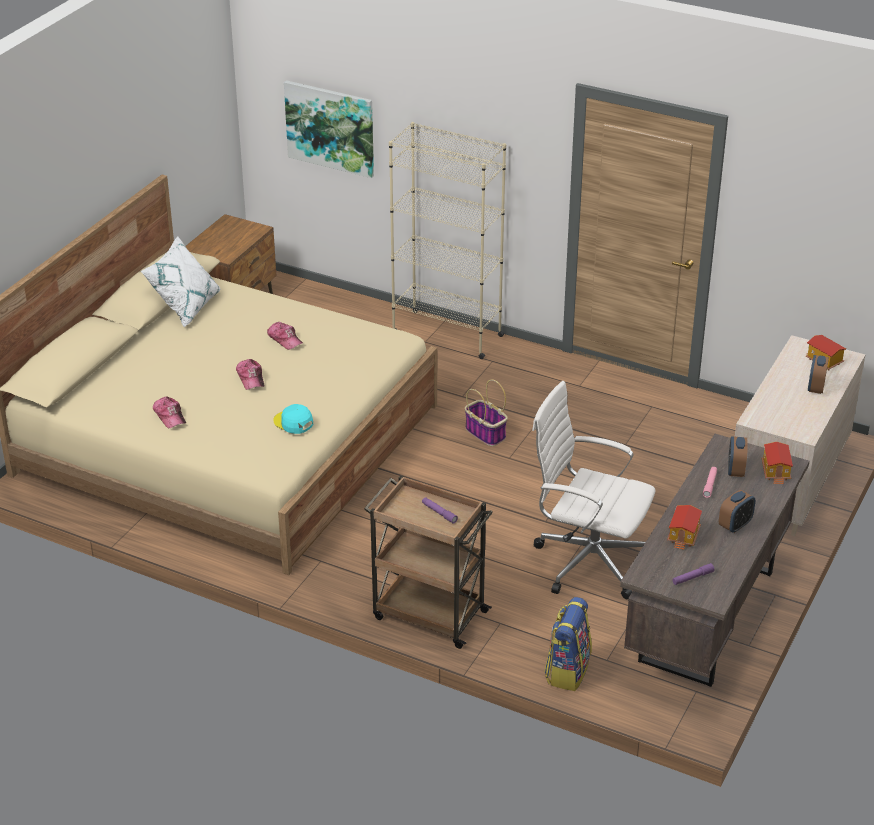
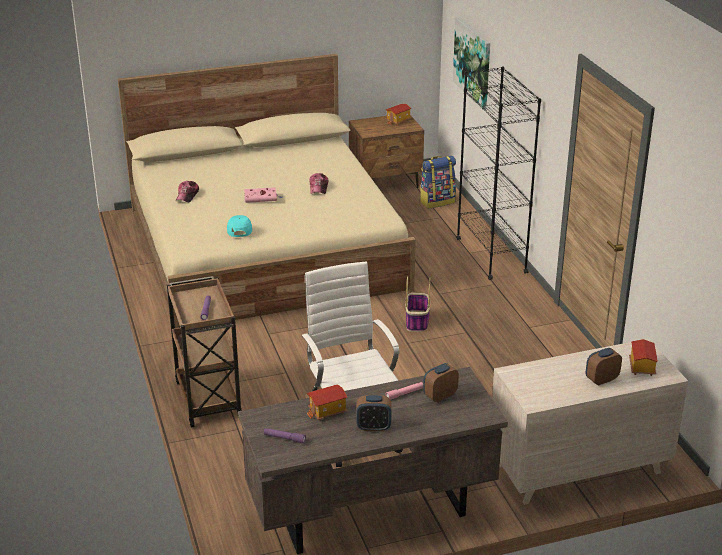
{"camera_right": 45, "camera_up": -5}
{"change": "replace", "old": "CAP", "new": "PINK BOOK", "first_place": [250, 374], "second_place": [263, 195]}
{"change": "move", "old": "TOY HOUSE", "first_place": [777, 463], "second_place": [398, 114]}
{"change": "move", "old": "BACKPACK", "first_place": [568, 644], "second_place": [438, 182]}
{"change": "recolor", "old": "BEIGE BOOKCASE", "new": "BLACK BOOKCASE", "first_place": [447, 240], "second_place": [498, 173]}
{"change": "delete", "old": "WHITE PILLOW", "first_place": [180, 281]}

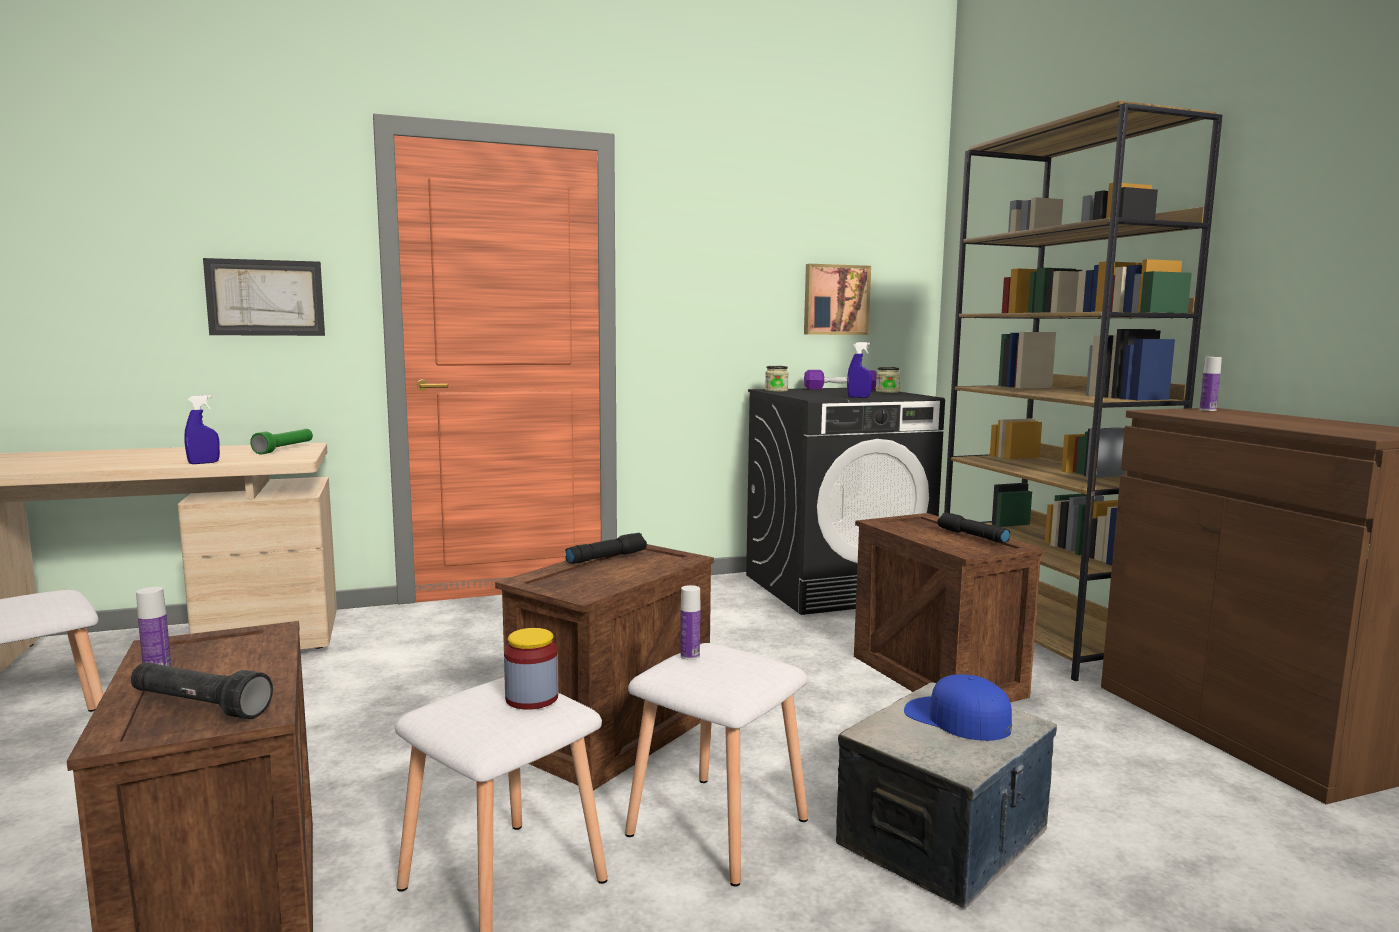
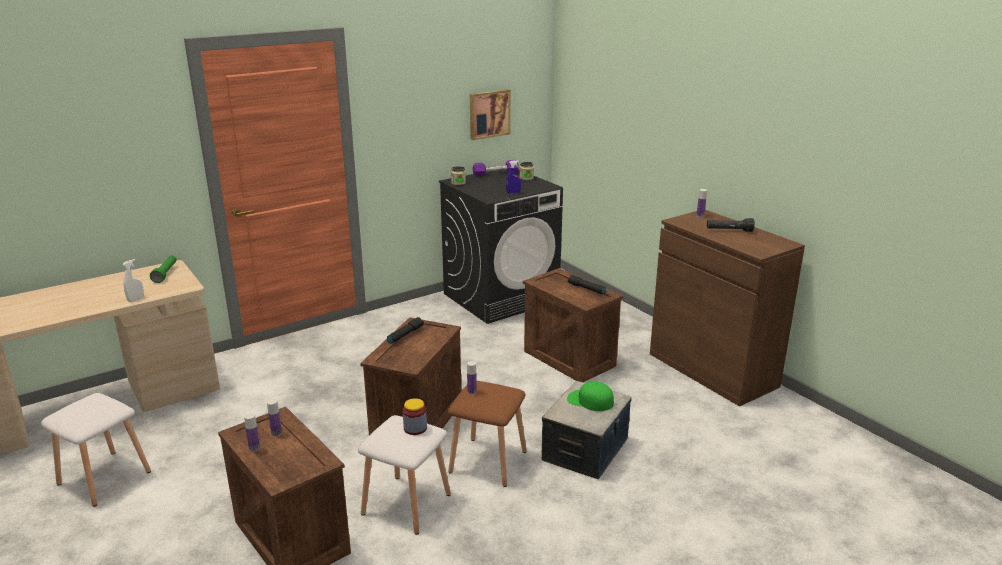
{"camera_right": -15, "camera_up": 15}
{"change": "recolor", "old": "BLUE SPRAY BOTTLE", "new": "WHITE SPRAY BOTTLE", "first_place": [202, 429], "second_place": [133, 280]}
{"change": "insert", "new": "BOTTLE", "second_place": [274, 418]}
{"change": "recolor", "old": "WHITE STOOL", "new": "BROWN STOOL", "first_place": [716, 765], "second_place": [487, 434]}
{"change": "recolor", "old": "BLUE CAP", "new": "GREEN CAP", "first_place": [958, 707], "second_place": [590, 396]}
{"change": "move", "old": "BLACK FLASHLIGHT", "first_place": [202, 691], "second_place": [731, 225]}
{"change": "delete", "old": "PICTURE", "first_place": [264, 297]}
{"change": "delete", "old": "BROWN BOOKCASE", "first_place": [1083, 390]}

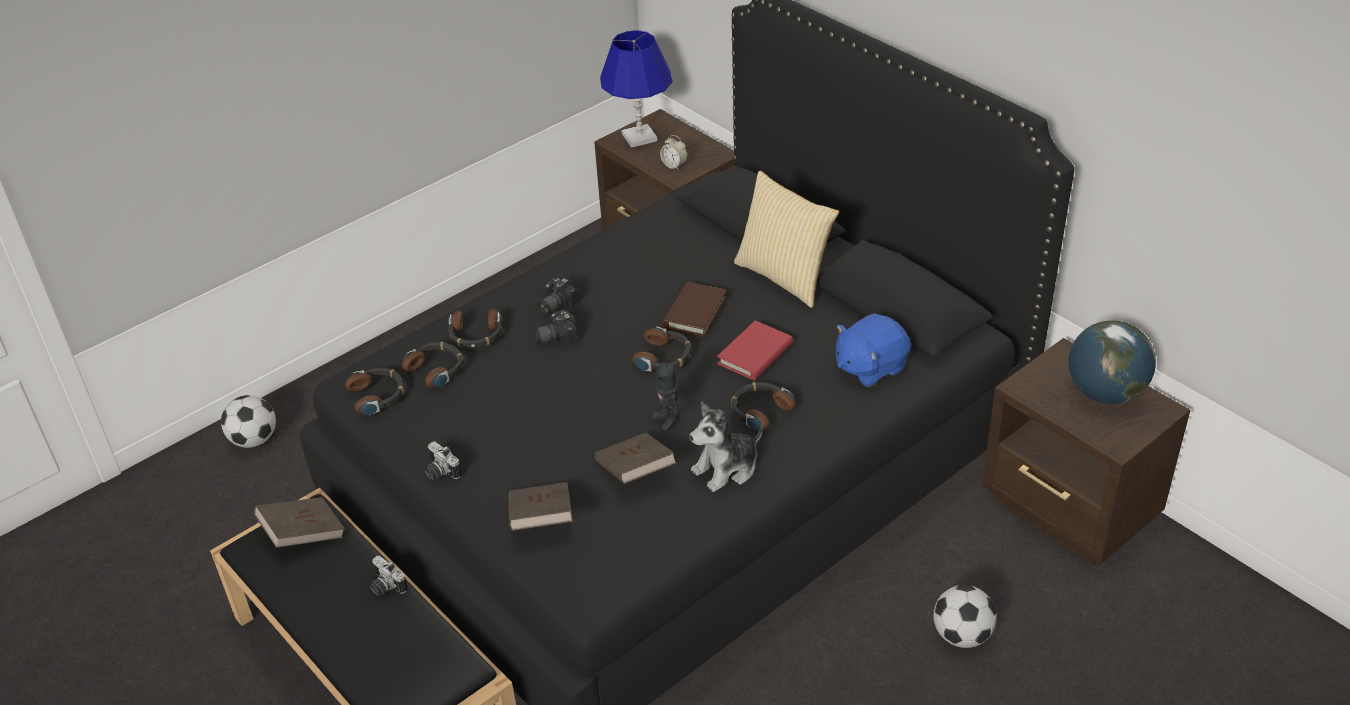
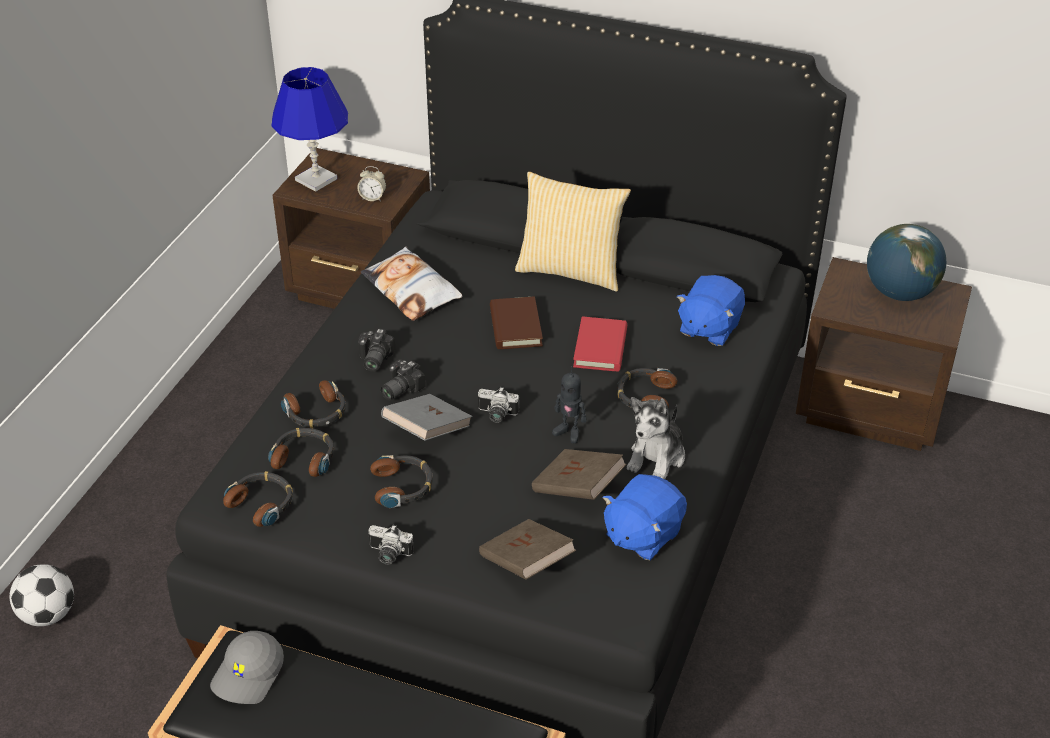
{"camera_right": -30, "camera_up": 0}
{"change": "replace", "old": "BROWN BOOK", "new": "GREY CAP", "first_place": [299, 522], "second_place": [247, 667]}
{"change": "insert", "new": "PILLOW", "second_place": [411, 283]}
{"change": "move", "old": "HEADPHONES", "first_place": [661, 349], "second_place": [401, 481]}
{"change": "insert", "new": "GREY BOOK", "second_place": [426, 417]}
{"change": "move", "old": "PHOTO CAMERA", "first_place": [389, 576], "second_place": [498, 405]}
{"change": "insert", "new": "BLUE PLUSH TOY", "second_place": [645, 517]}
{"change": "delete", "old": "FOOTBALL", "first_place": [965, 616]}

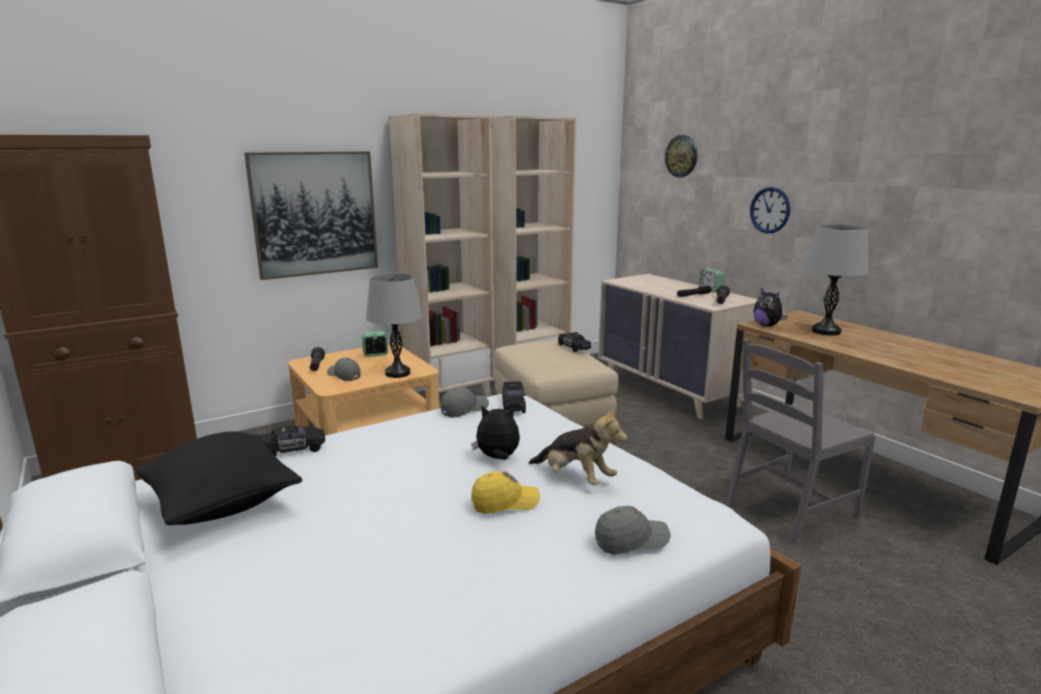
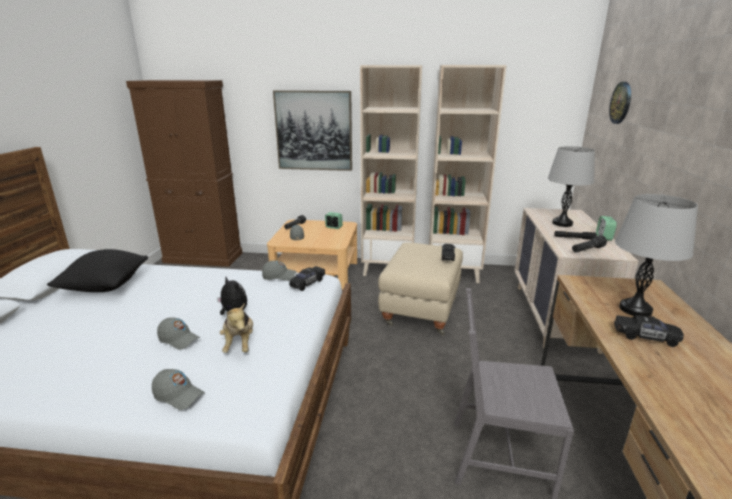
{"camera_right": 40, "camera_up": 5}
{"change": "recolor", "old": "YELLOW CAP", "new": "GREY CAP", "first_place": [505, 492], "second_place": [178, 333]}
{"change": "move", "old": "GREY TABLE LAMP", "first_place": [394, 325], "second_place": [571, 186]}
{"change": "move", "old": "BLACK TOY CAR", "first_place": [292, 441], "second_place": [649, 331]}
{"change": "delete", "old": "WALL CLOCK", "first_place": [770, 210]}
{"change": "delete", "old": "PLUSH TOY", "first_place": [770, 307]}

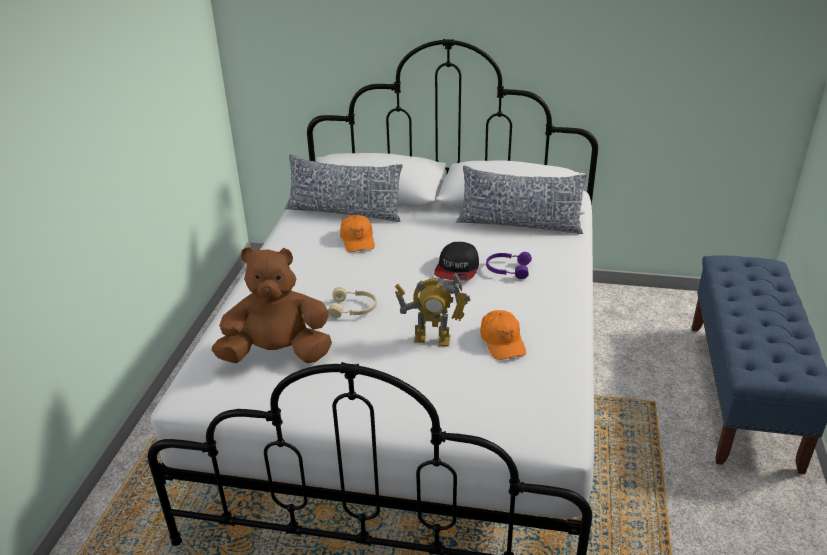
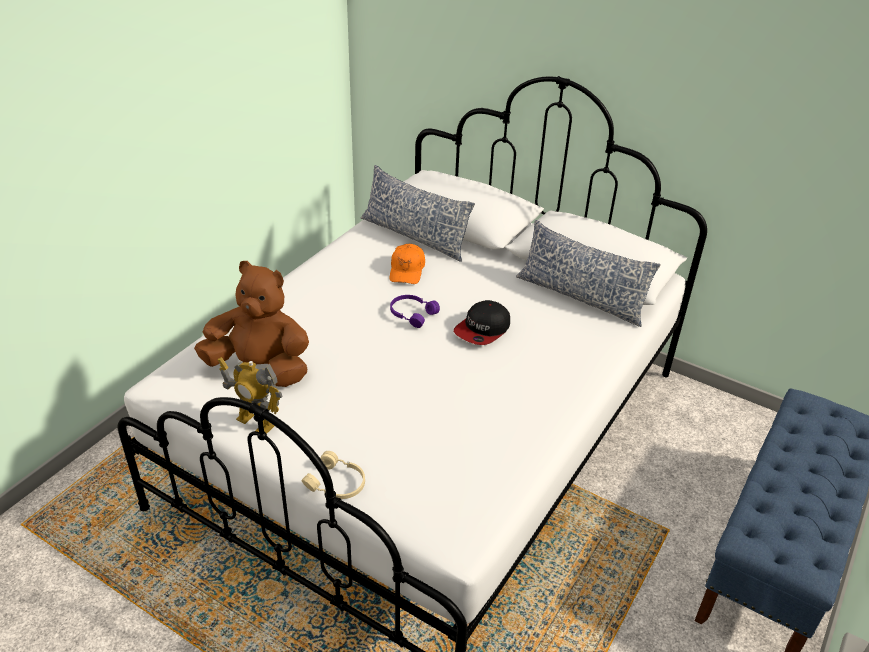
{"camera_right": 20, "camera_up": 5}
{"change": "move", "old": "TOY ROBOT", "first_place": [432, 310], "second_place": [250, 395]}
{"change": "move", "old": "BEIGE HEADPHONES", "first_place": [352, 302], "second_place": [333, 475]}
{"change": "move", "old": "PURPLE HEADPHONES", "first_place": [509, 265], "second_place": [415, 311]}
{"change": "delete", "old": "ORANGE CAP", "first_place": [503, 335]}

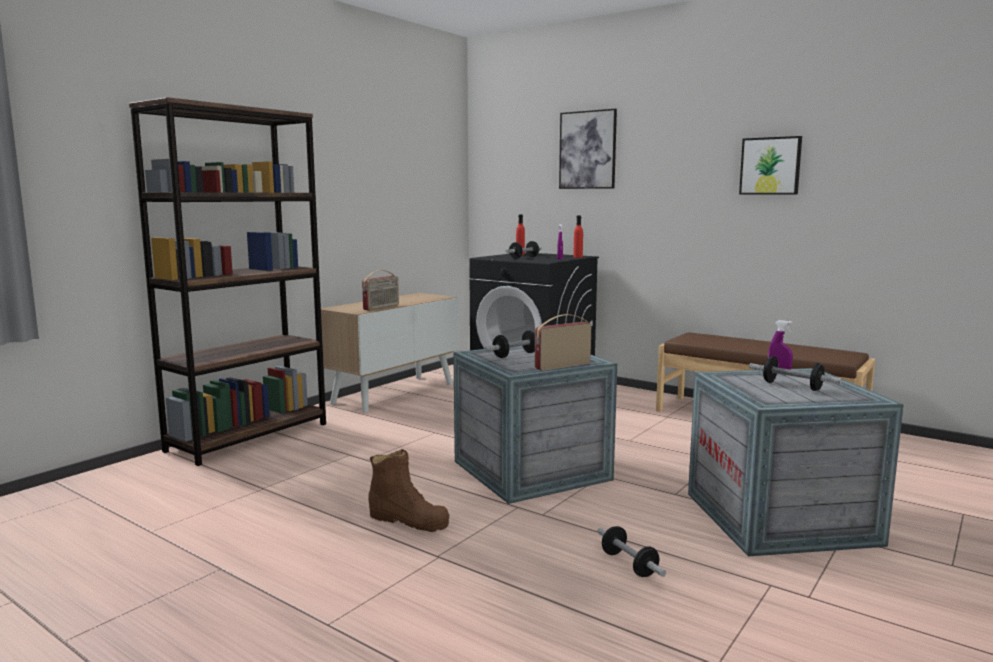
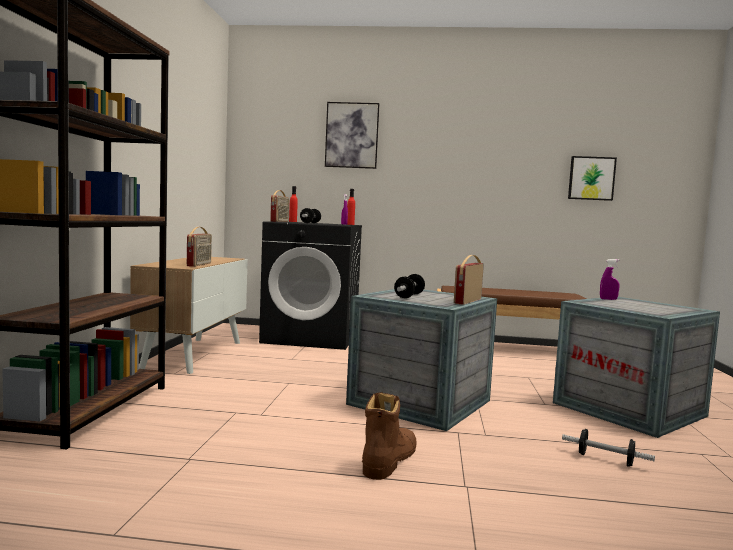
{"camera_right": -30, "camera_up": -5}
{"change": "insert", "new": "RADIO", "second_place": [279, 206]}
{"change": "rotate", "old": "BROWN BOOT", "first_place": [408, 490], "second_place": [389, 436], "degrees": -60}
{"change": "move", "old": "PICTURE", "first_place": [770, 165], "second_place": [592, 178]}
{"change": "delete", "old": "DUMBBELL", "first_place": [795, 373]}

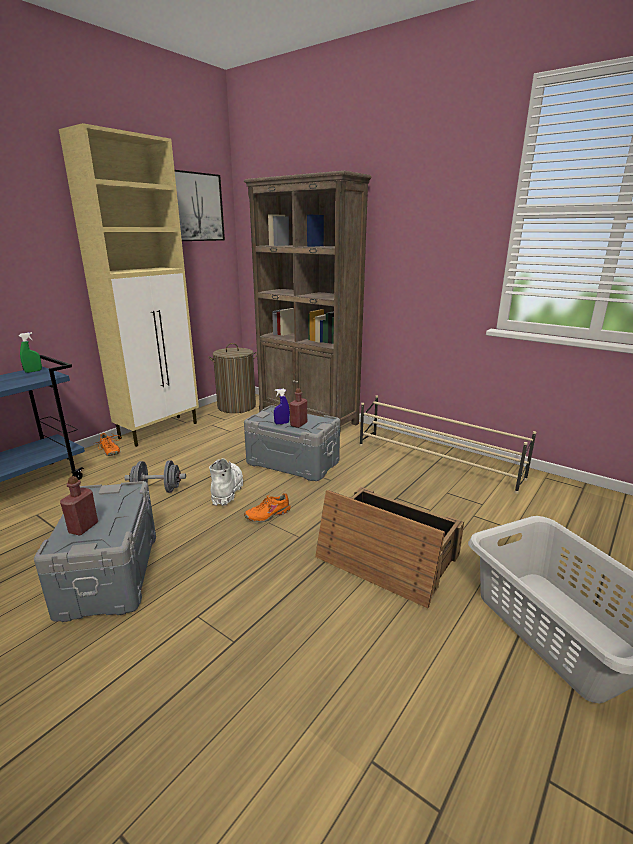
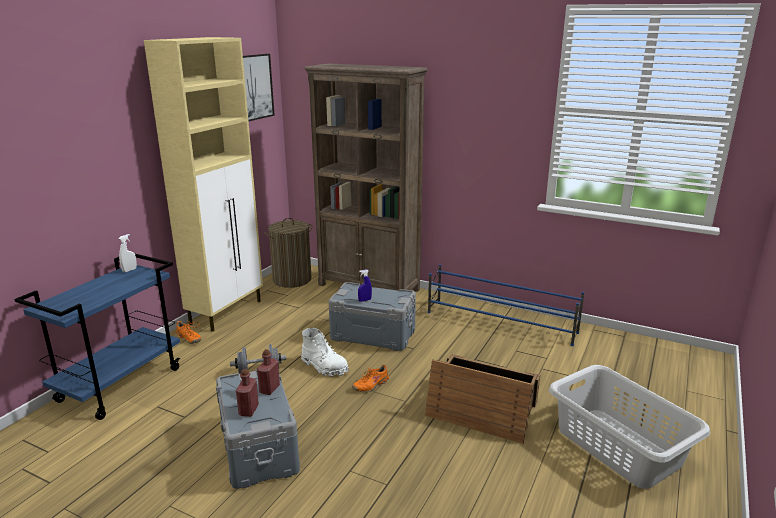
{"camera_right": -10, "camera_up": 0}
{"change": "recolor", "old": "GREEN SPRAY BOTTLE", "new": "WHITE SPRAY BOTTLE", "first_place": [30, 352], "second_place": [128, 253]}
{"change": "move", "old": "RED BOTTLE", "first_place": [298, 408], "second_place": [268, 372]}
{"change": "rotate", "old": "WHITE BOOT", "first_place": [226, 482], "second_place": [325, 352], "degrees": 135}
{"change": "recolor", "old": "BEIGE SHOE RACK", "new": "BLUE SHOE RACK", "first_place": [447, 444], "second_place": [506, 305]}

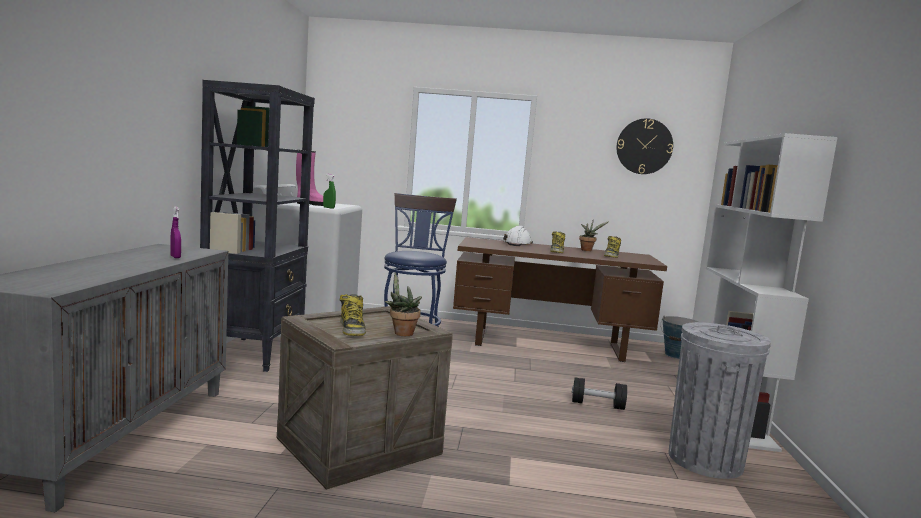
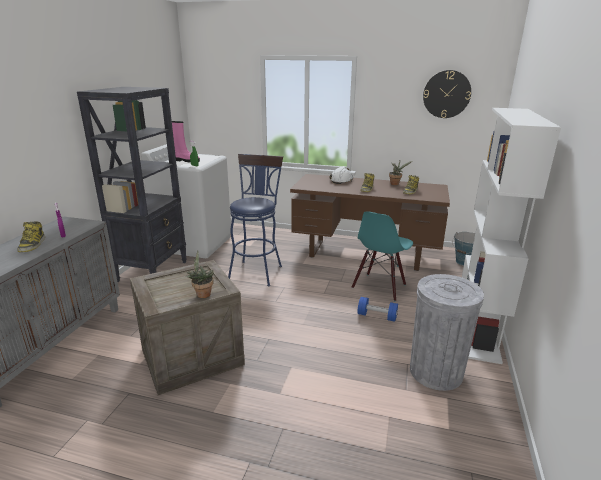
{"camera_right": 10, "camera_up": 15}
{"change": "move", "old": "BOOT", "first_place": [353, 315], "second_place": [31, 237]}
{"change": "insert", "new": "TURQUOISE CHAIR", "second_place": [382, 256]}
{"change": "recolor", "old": "BLACK DUMBBELL", "new": "BLUE DUMBBELL", "first_place": [599, 393], "second_place": [378, 309]}

